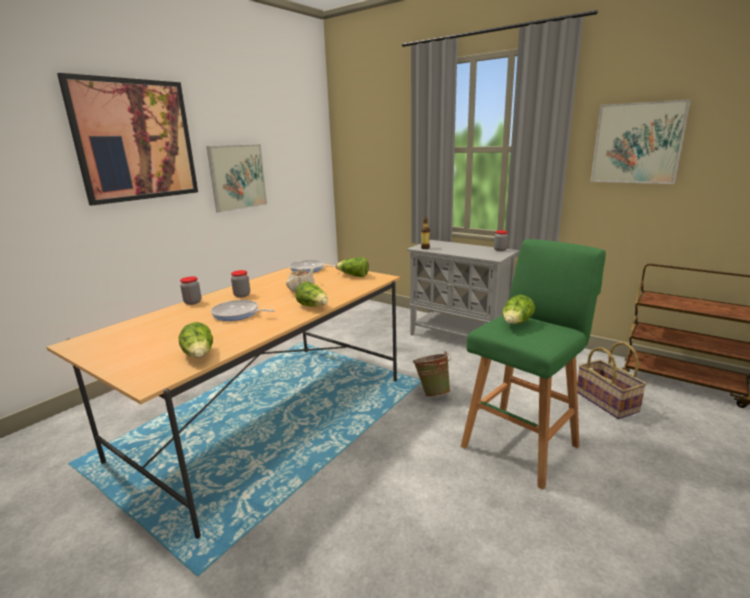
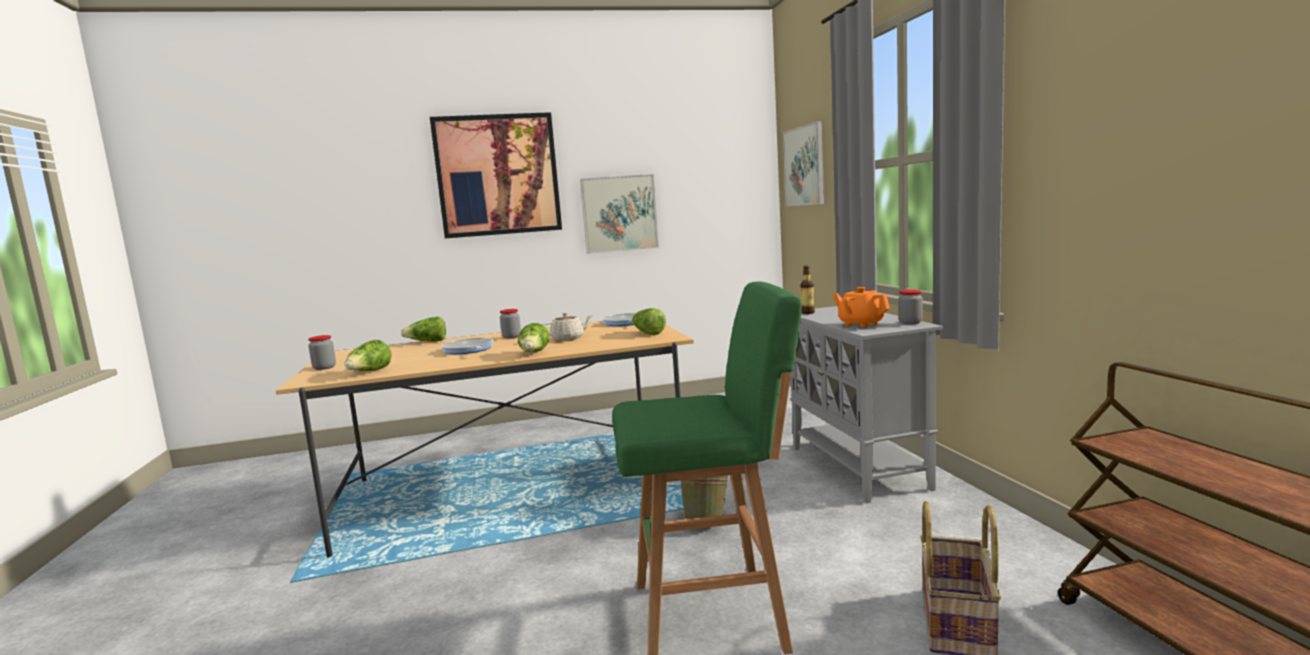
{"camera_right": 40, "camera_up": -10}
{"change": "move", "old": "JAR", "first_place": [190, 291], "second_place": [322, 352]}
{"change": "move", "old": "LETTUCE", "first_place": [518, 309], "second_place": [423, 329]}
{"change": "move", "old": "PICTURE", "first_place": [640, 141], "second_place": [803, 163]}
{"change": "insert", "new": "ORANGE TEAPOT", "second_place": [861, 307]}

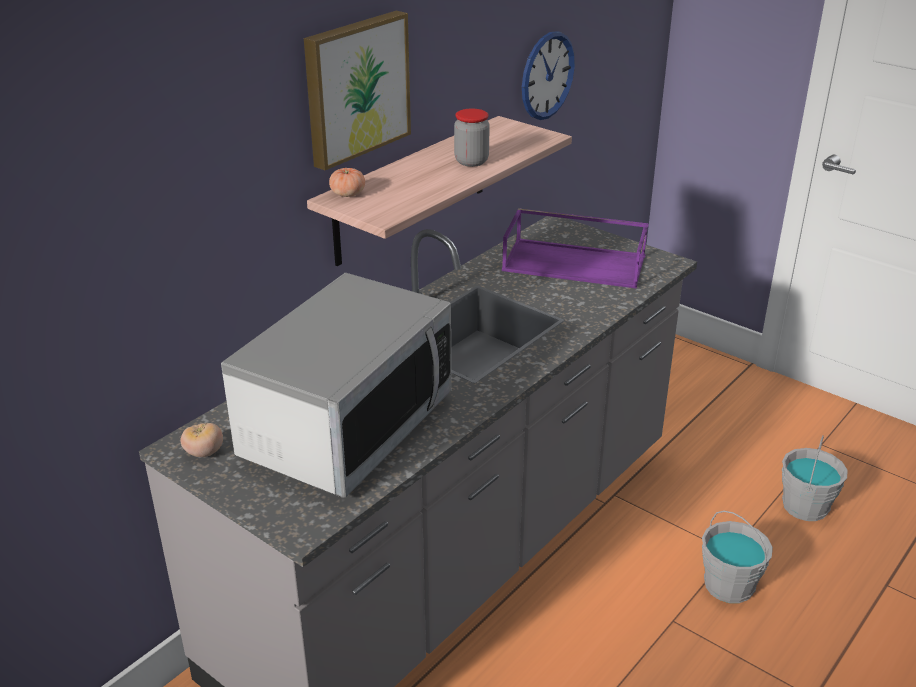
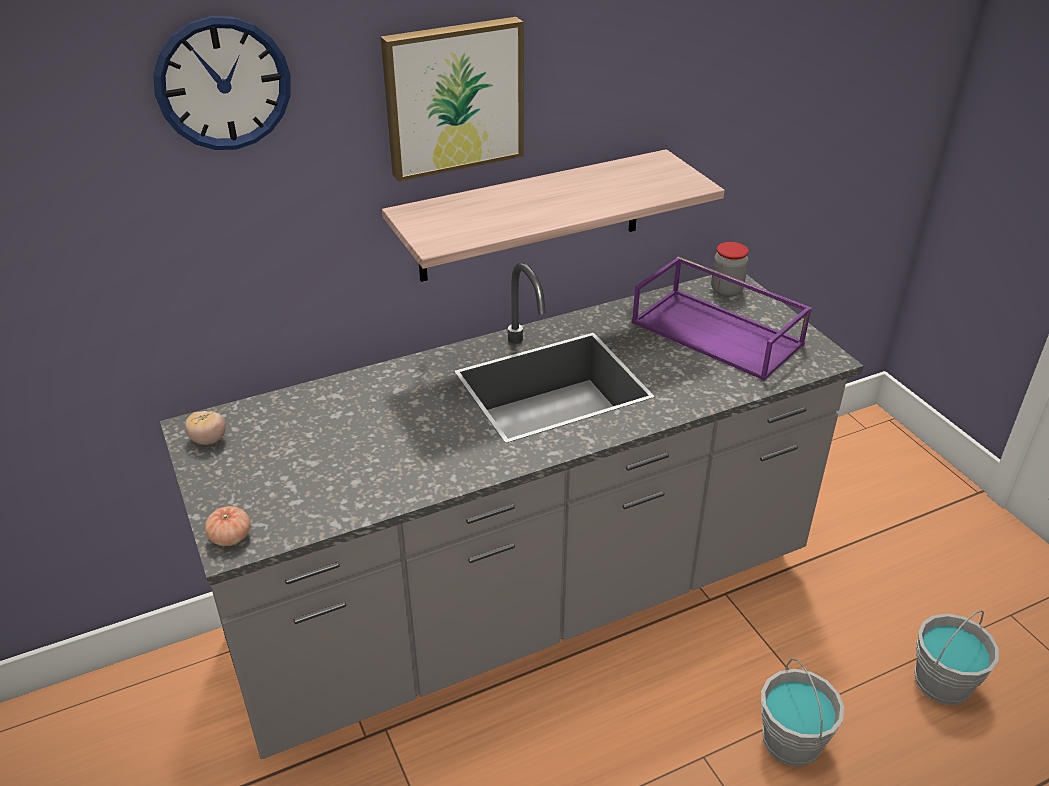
{"camera_right": 25, "camera_up": 5}
{"change": "move", "old": "WALL CLOCK", "first_place": [548, 75], "second_place": [222, 83]}
{"change": "move", "old": "TOMATO", "first_place": [347, 182], "second_place": [228, 526]}
{"change": "move", "old": "JAR", "first_place": [472, 137], "second_place": [730, 269]}
{"change": "delete", "old": "MICROWAVE", "first_place": [336, 385]}

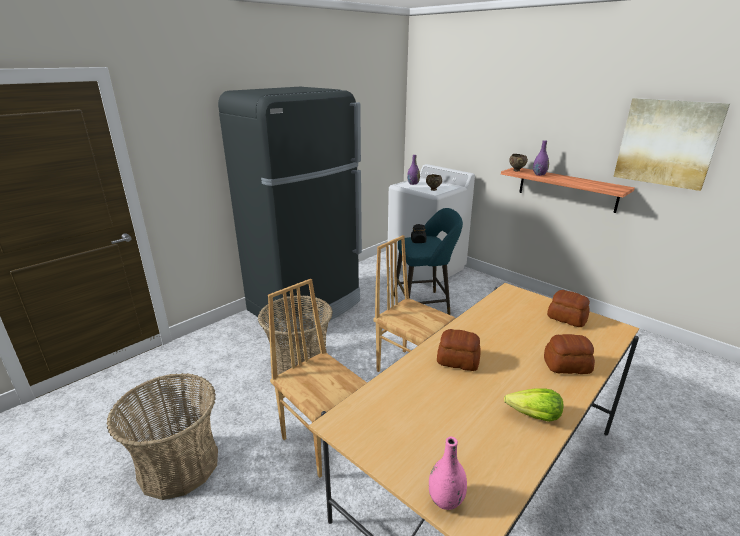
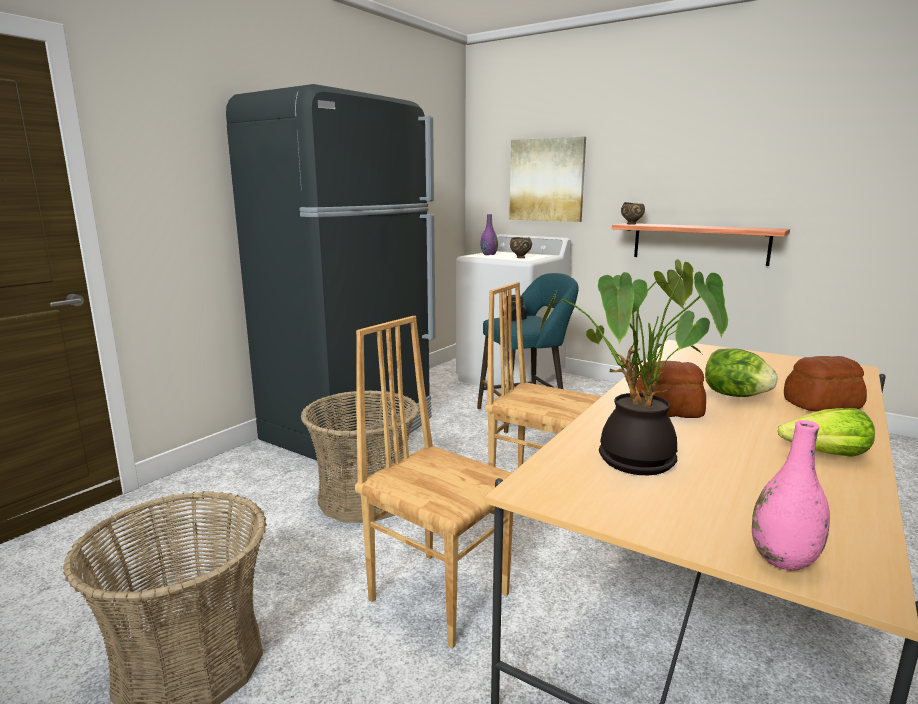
{"camera_right": -10, "camera_up": -10}
{"change": "move", "old": "PICTURE", "first_place": [671, 144], "second_place": [547, 179]}
{"change": "insert", "new": "POTTED PLANT", "second_place": [633, 367]}
{"change": "insert", "new": "LETTUCE", "second_place": [741, 372]}
{"change": "delete", "old": "PURPLE VASE", "first_place": [541, 158]}
{"change": "delete", "old": "BREAD", "first_place": [568, 308]}

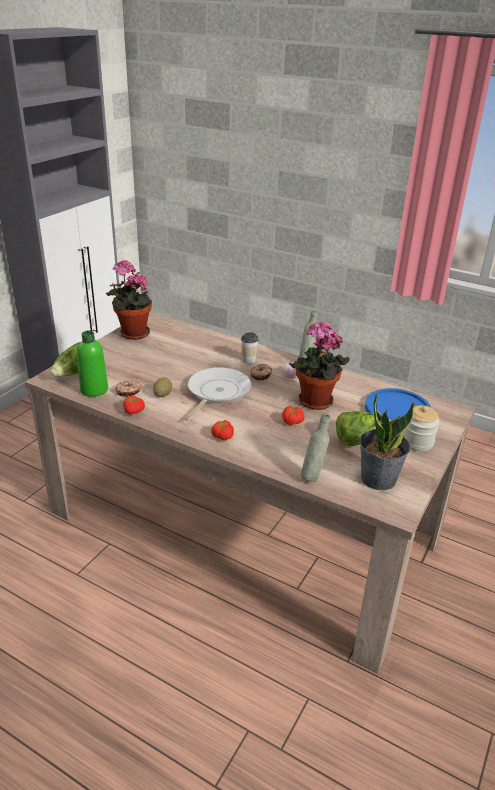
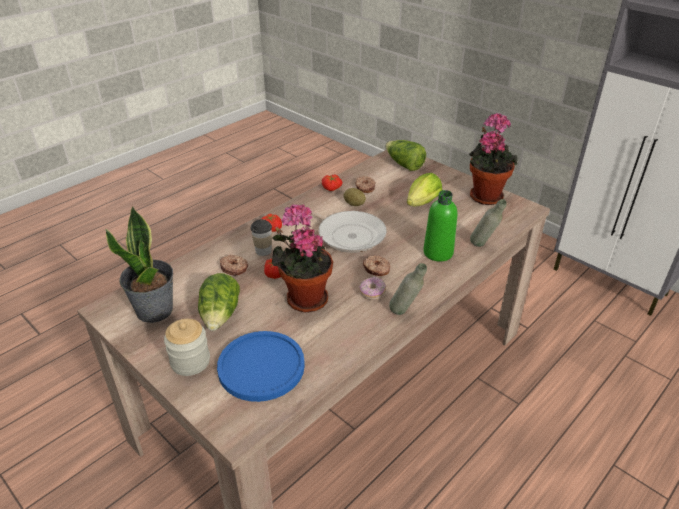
{"camera_right": 105, "camera_up": 5}
{"change": "insert", "new": "DONUT", "second_place": [234, 265]}
{"change": "move", "old": "CUP", "first_place": [250, 348], "second_place": [261, 237]}
{"change": "insert", "new": "LETTUCE", "second_place": [424, 189]}
{"change": "move", "old": "GREEN BOTTLE", "first_place": [92, 364], "second_place": [440, 226]}
{"change": "move", "old": "GREY BOTTLE", "first_place": [315, 448], "second_place": [488, 223]}

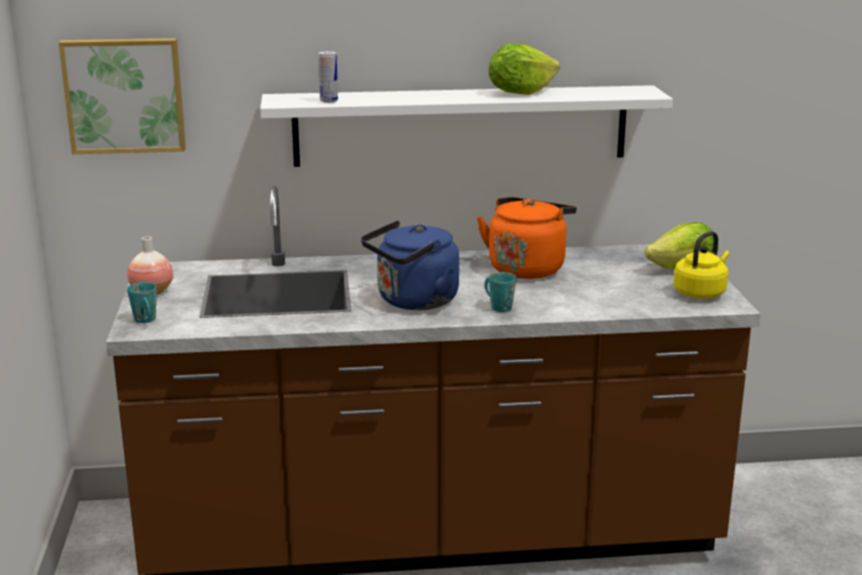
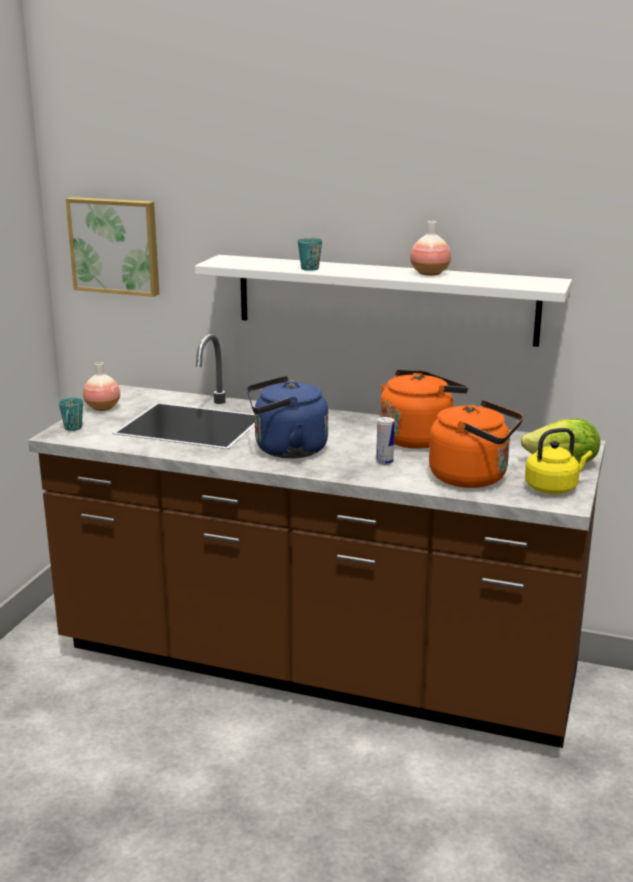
{"camera_right": 25, "camera_up": 0}
{"change": "move", "old": "TURQUOISE MUG", "first_place": [500, 292], "second_place": [310, 254]}
{"change": "move", "old": "CAN", "first_place": [328, 77], "second_place": [385, 441]}
{"change": "replace", "old": "LETTUCE", "new": "VASE", "first_place": [524, 69], "second_place": [430, 248]}
{"change": "insert", "new": "ORANGE KETTLE", "second_place": [476, 444]}

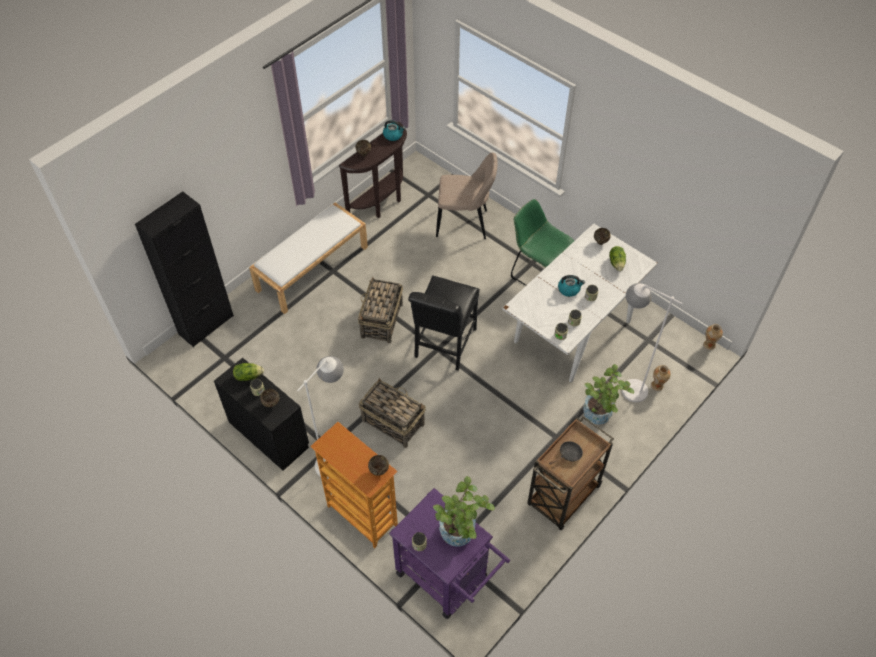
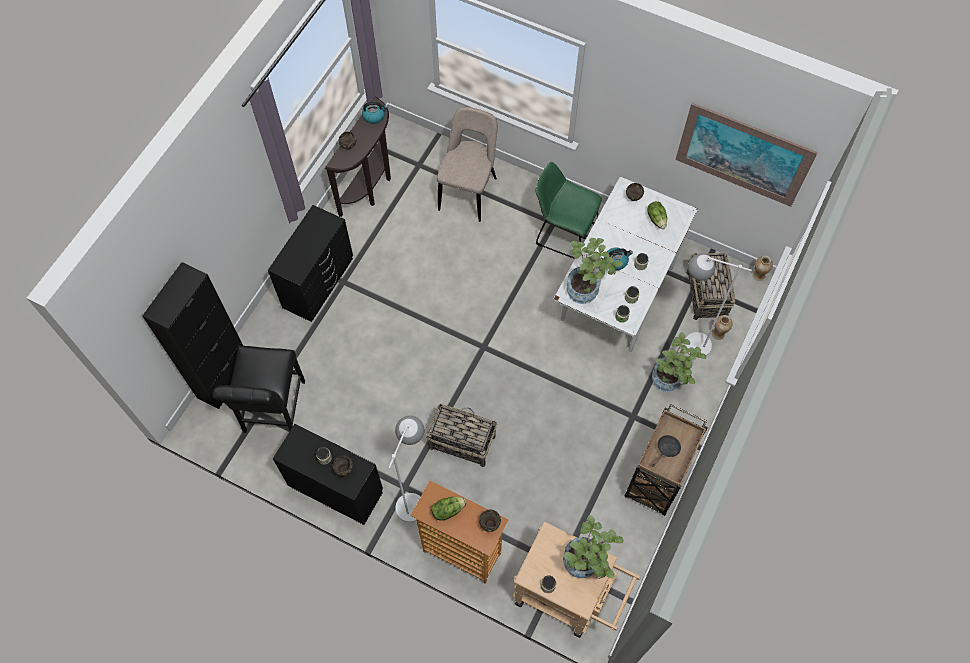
{"camera_right": -15, "camera_up": 10}
{"change": "move", "old": "BLACK CHAIR", "first_place": [444, 323], "second_place": [258, 389]}
{"change": "replace", "old": "WHITE BENCH", "new": "BLACK DRESSER", "first_place": [308, 258], "second_place": [310, 263]}
{"change": "move", "old": "LETTUCE", "first_place": [248, 372], "second_place": [448, 508]}
{"change": "rotate", "old": "BEIGE CHAIR", "first_place": [466, 196], "second_place": [467, 164], "degrees": -60}
{"change": "recolor", "old": "PURPLE CART", "new": "BEIGE CART", "first_place": [449, 553], "second_place": [577, 579]}
{"change": "insert", "new": "POTTED PLANT", "second_place": [595, 271]}
{"change": "insert", "new": "PICTURE", "second_place": [746, 155]}
{"change": "move", "old": "BASKET", "first_place": [380, 310], "second_place": [711, 286]}

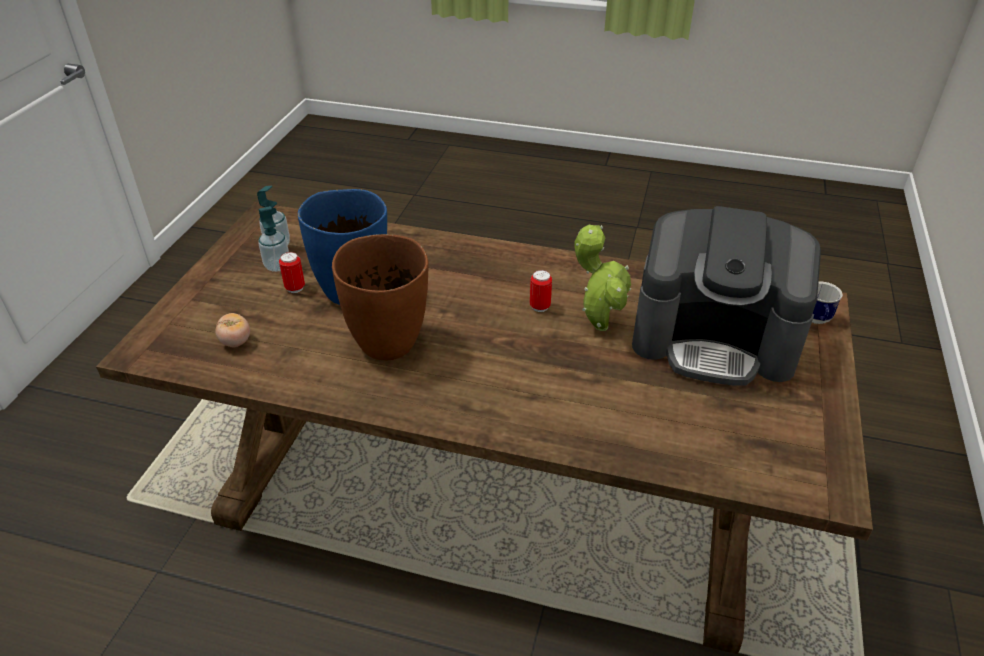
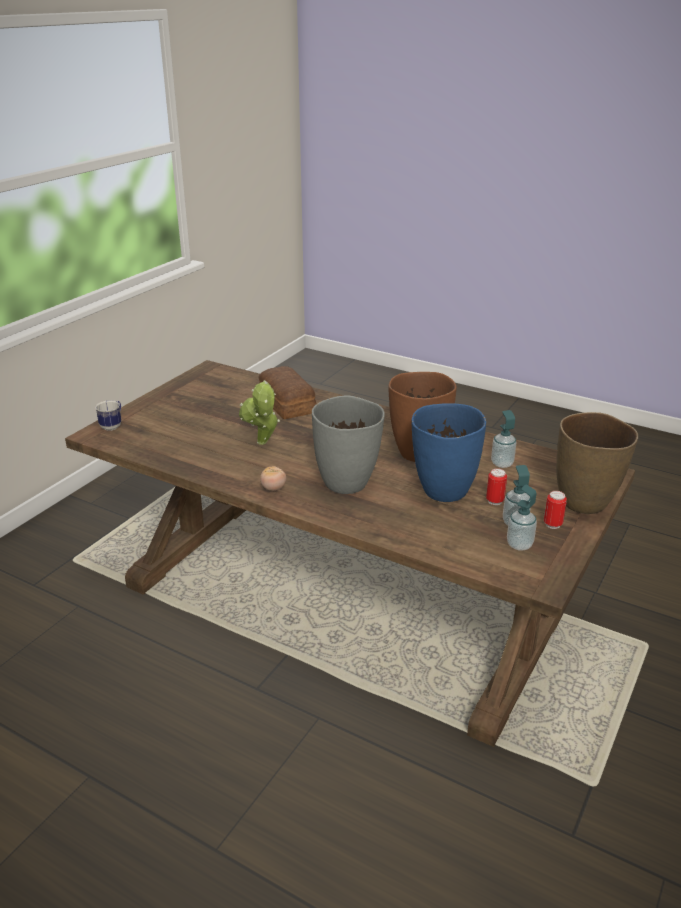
{"camera_right": -165, "camera_up": -10}
{"change": "insert", "new": "BREAD", "second_place": [287, 392]}
{"change": "move", "old": "TOMATO", "first_place": [232, 330], "second_place": [273, 478]}
{"change": "insert", "new": "GREY VASE", "second_place": [348, 445]}
{"change": "insert", "new": "SOAP DISPENSER", "second_place": [504, 439]}
{"change": "move", "old": "CAN", "first_place": [541, 291], "second_place": [555, 510]}
{"change": "insert", "new": "BROWN VASE", "second_place": [597, 463]}
{"change": "delete", "old": "COFFEE MACHINE", "first_place": [726, 296]}

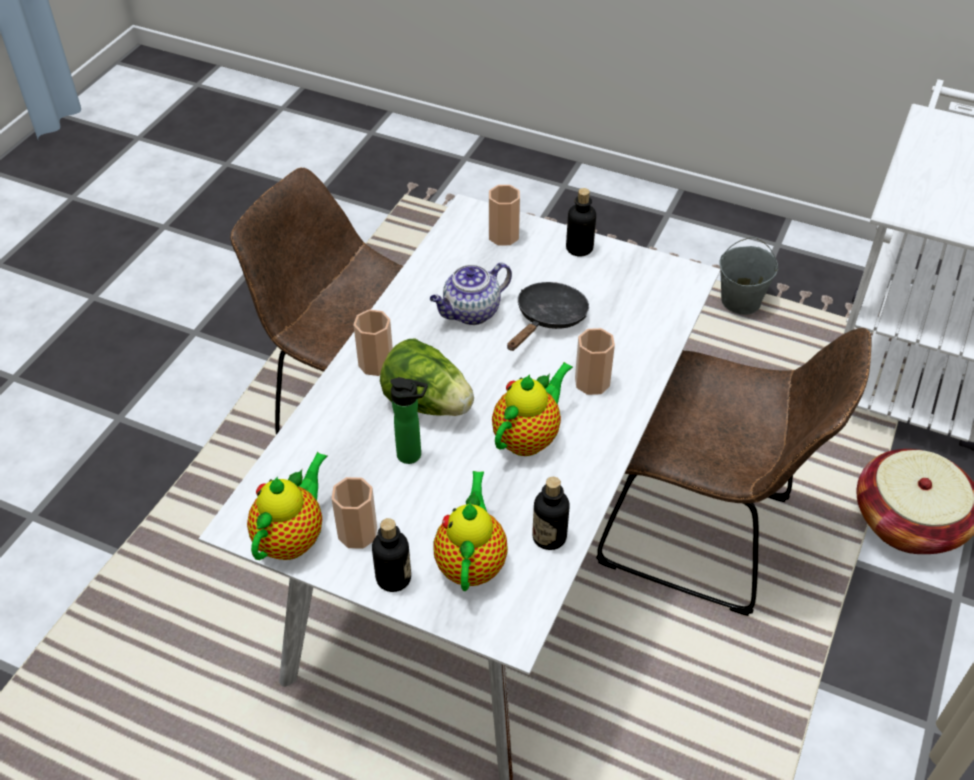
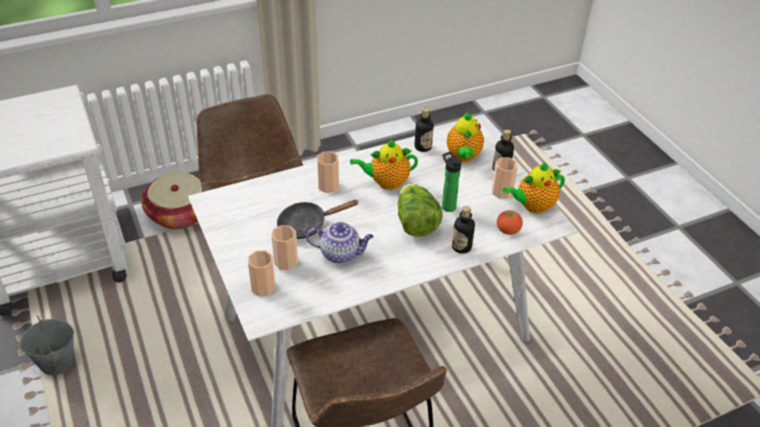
{"camera_right": -140, "camera_up": -5}
{"change": "move", "old": "CUP", "first_place": [373, 342], "second_place": [284, 247]}
{"change": "rotate", "old": "TEAPOT", "first_place": [470, 531], "second_place": [465, 137], "degrees": -45}
{"change": "move", "old": "BOTTLE", "first_place": [581, 222], "second_place": [463, 230]}
{"change": "insert", "new": "TOMATO", "second_place": [510, 222]}

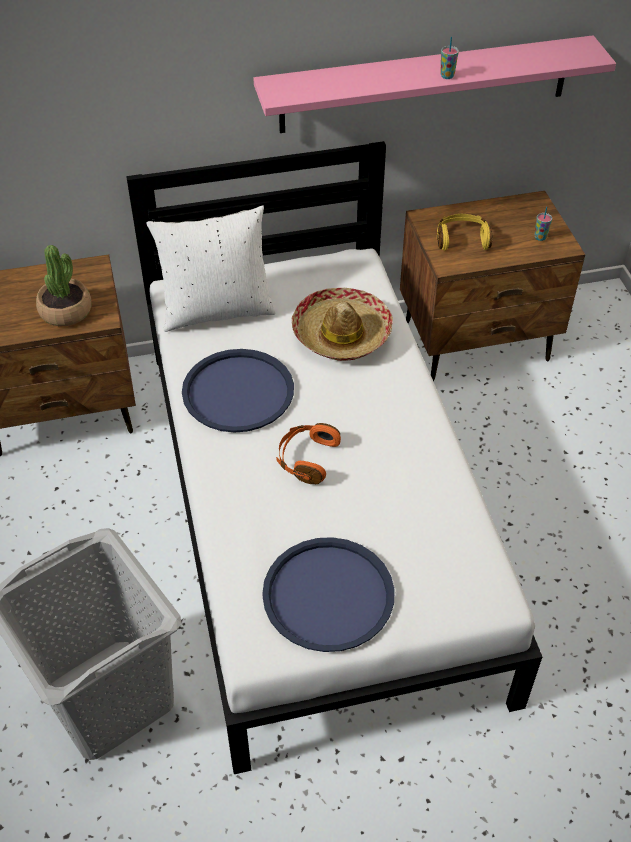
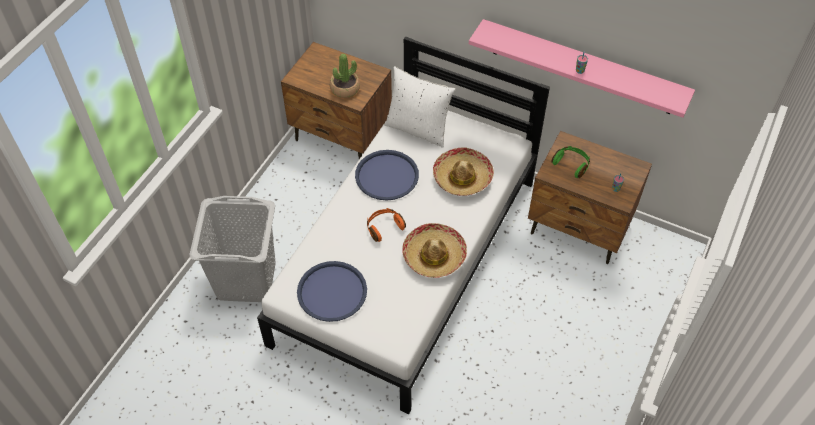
{"camera_right": 40, "camera_up": 5}
{"change": "insert", "new": "HAT", "second_place": [434, 250]}
{"change": "recolor", "old": "YELLOW HEADPHONES", "new": "GREEN HEADPHONES", "first_place": [465, 232], "second_place": [571, 162]}

